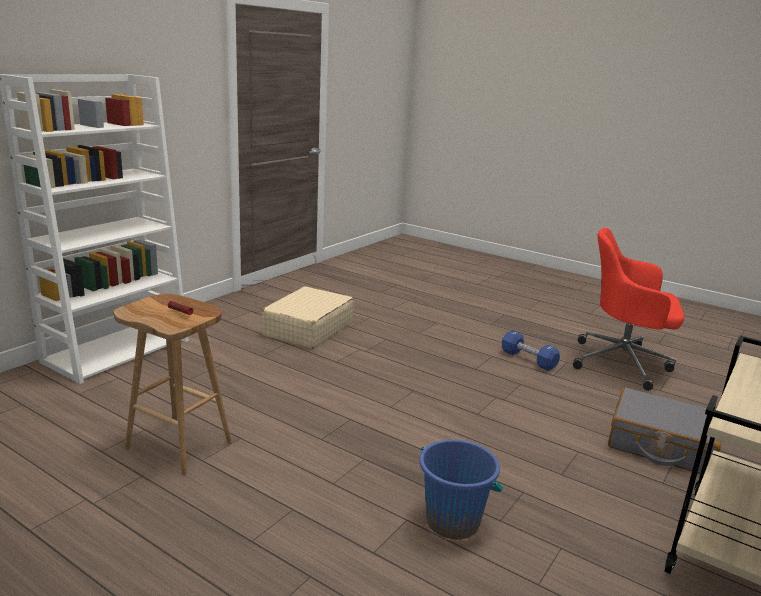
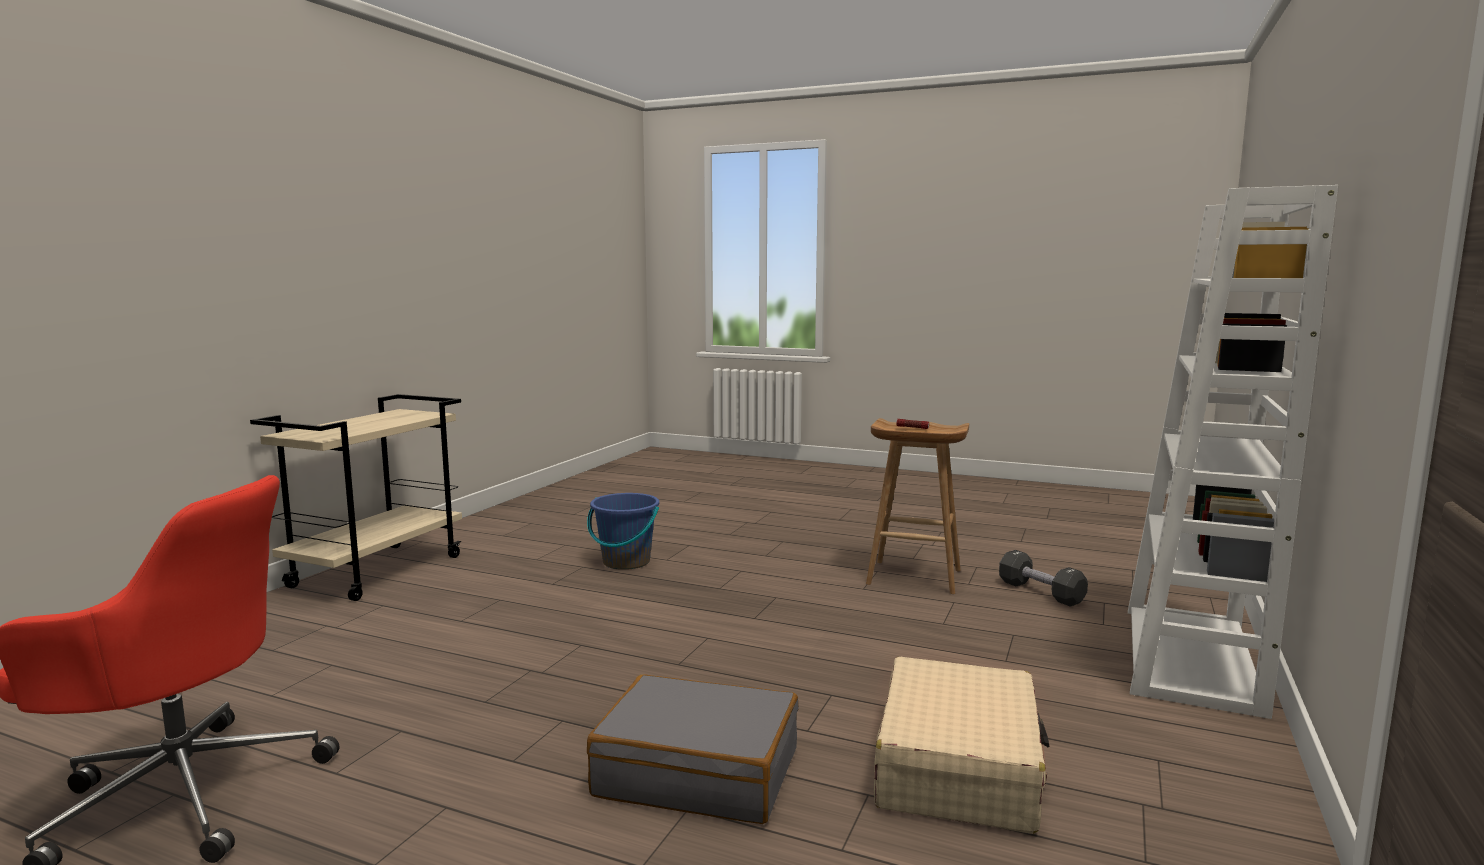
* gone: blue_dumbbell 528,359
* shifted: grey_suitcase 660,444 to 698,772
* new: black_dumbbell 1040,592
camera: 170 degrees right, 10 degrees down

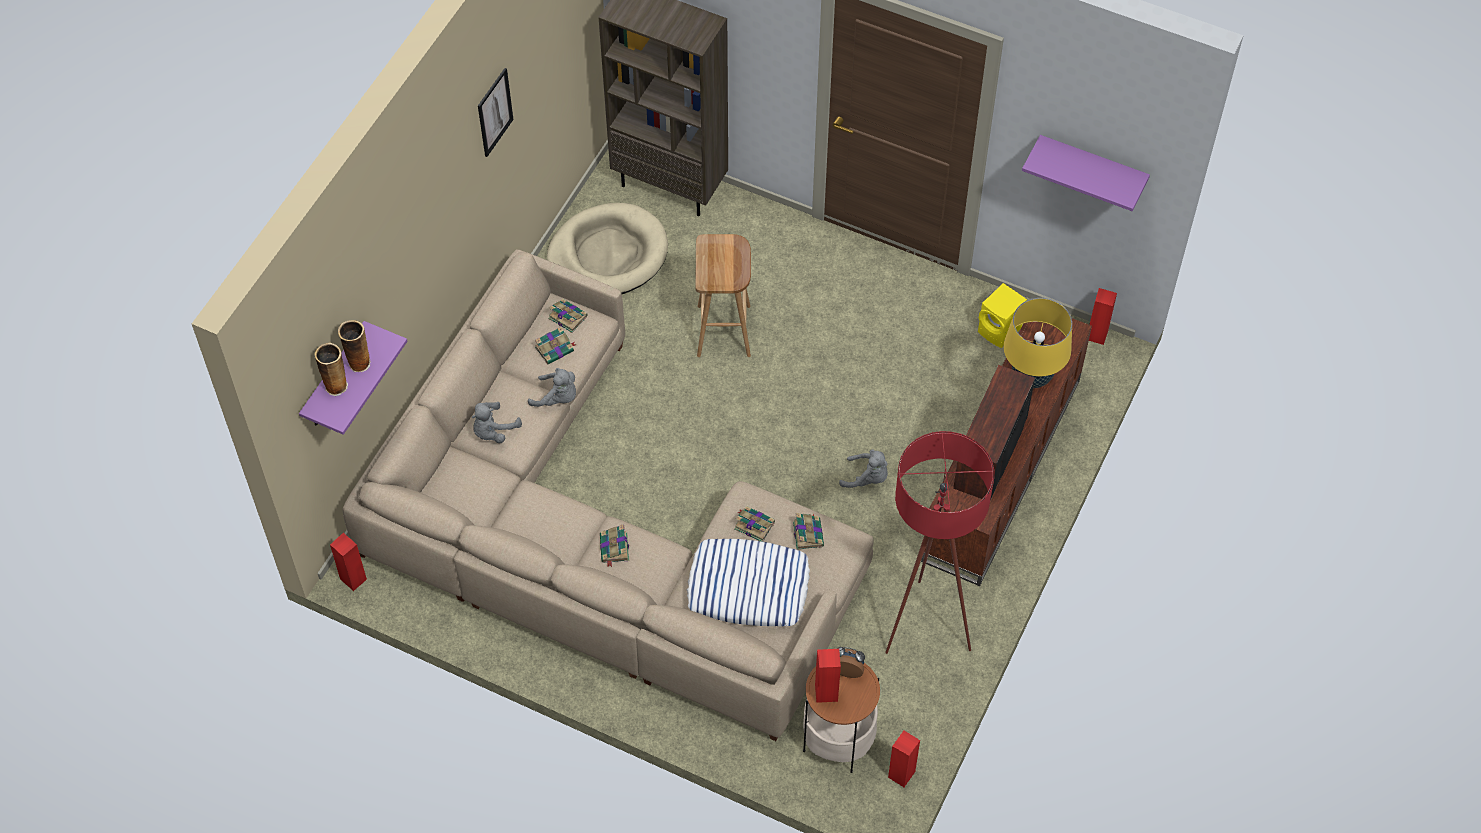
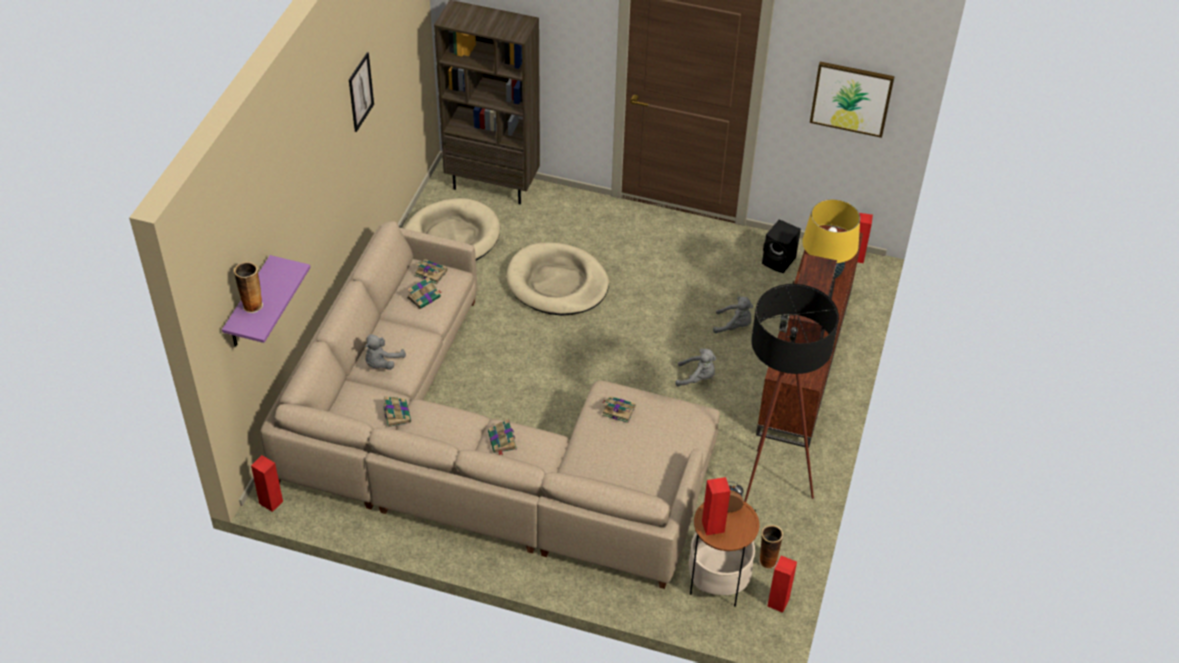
* swapped: purple_shelf 1092,168 to picture 851,98
* swapped: brown_stool 724,331 to beige_dog_bed 557,283
* repainted: yellow_speaker 1000,331 to black_speaker 779,261
* shifted: vase 358,363 to 767,561
* shifted: grey_plush_toy 557,398 to 734,325
* repainted: red_floor_lamp 924,618 to black_floor_lamp 769,477
* shifted: book 808,533 to 396,414
* gone: pillow 748,588
camera: 10 degrees left, 10 degrees down

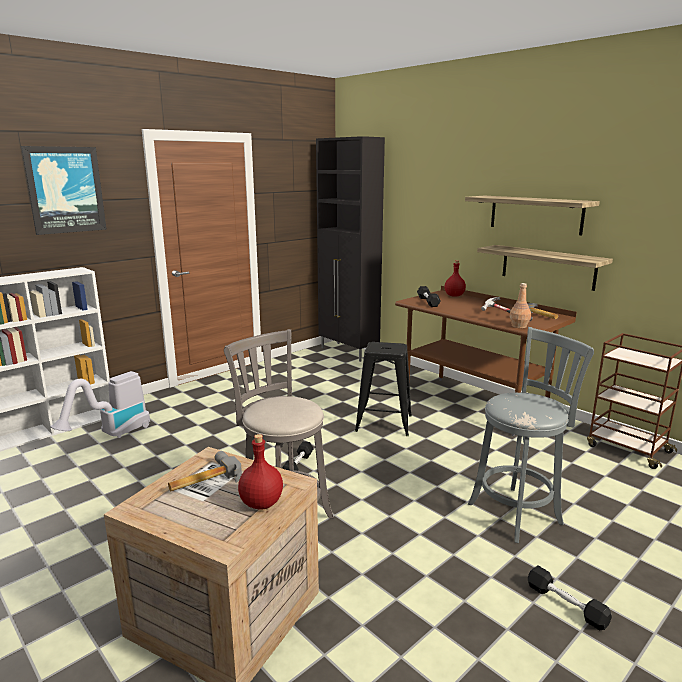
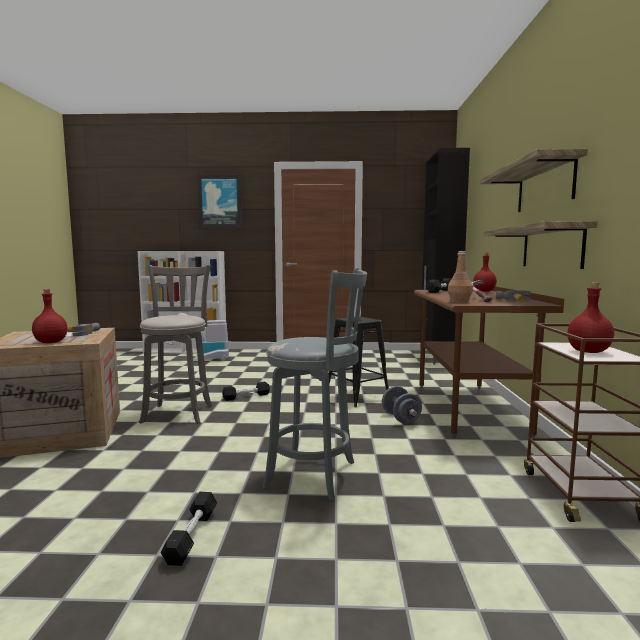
* new: red_bottle 589,352
* new: grey_dumbbell 401,418
camera: 45 degrees right, 10 degrees down

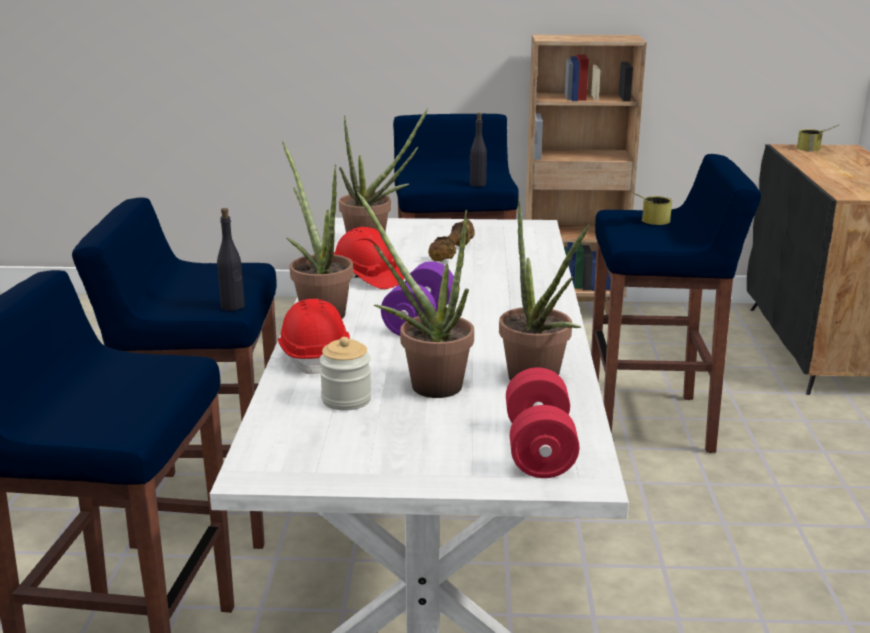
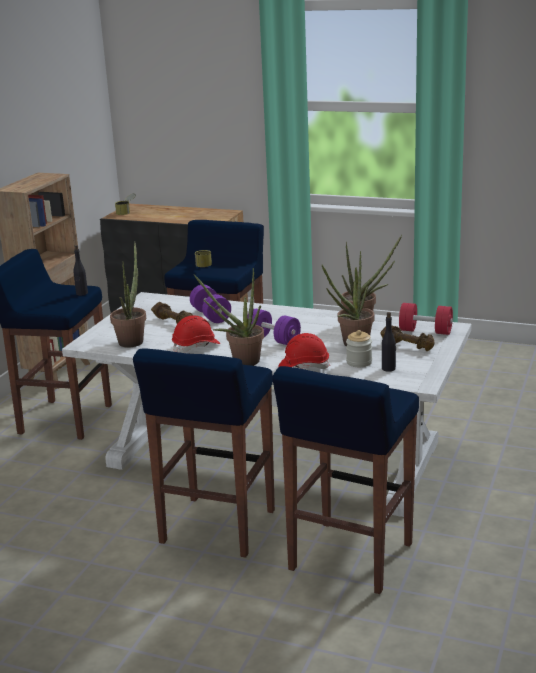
* shifted: black_bottle 233,306 to 388,368
* new: purple_dumbbell 211,315
* new: brown_dumbbell 408,346
camera: 70 degrees left, 0 degrees up

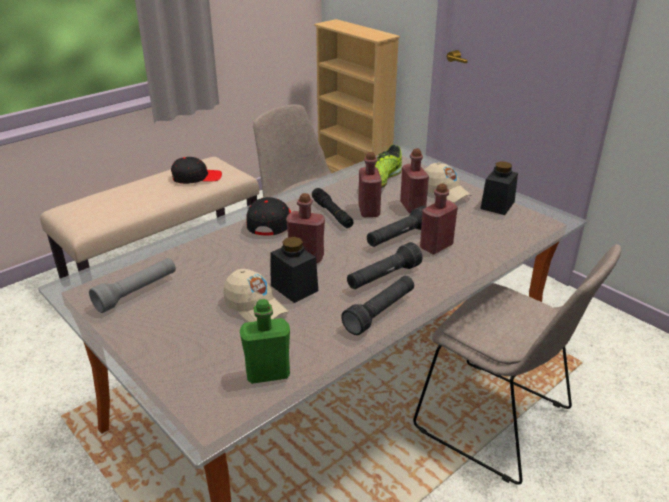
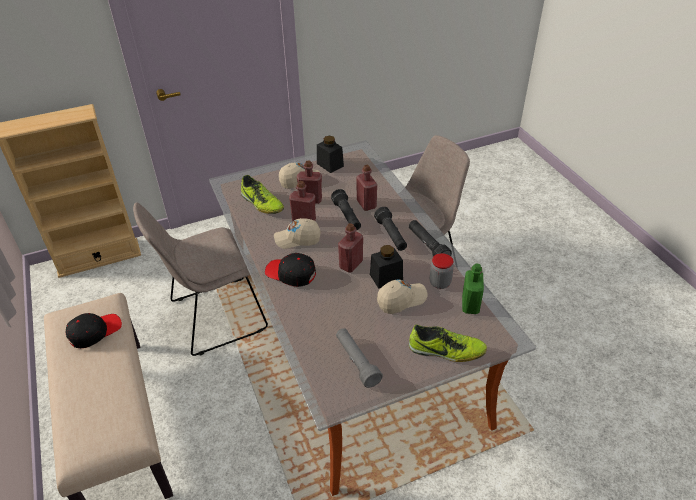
* rotated: black_cap 196,177 = 95,332 45 degrees clockwise
* swapped: black_flashlight 332,214 to beige_cap 297,239
* new: jar 440,283
* new: shoe 446,351
camera: 70 degrees left, 10 degrees up

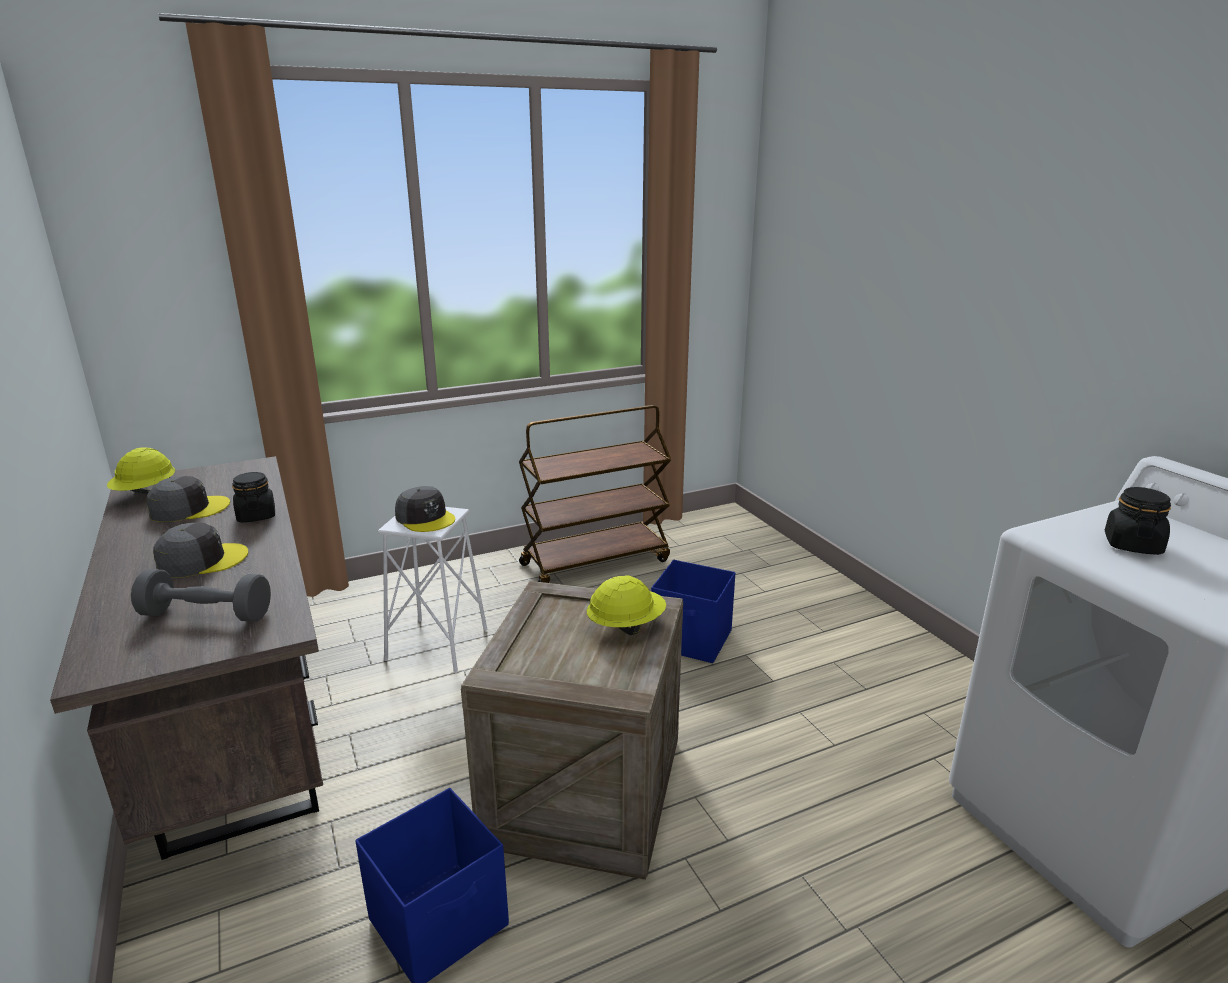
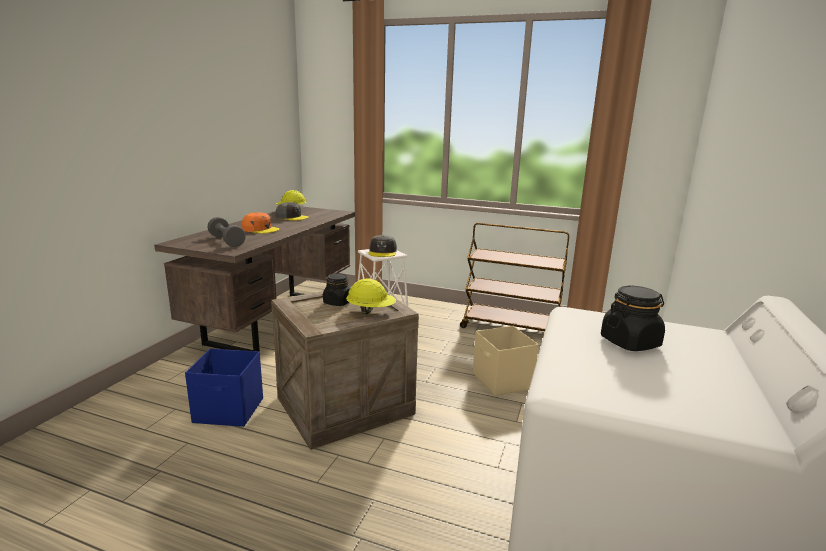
* shifted: black_jar 256,516 to 338,302
* repainted: grey_cap 201,560 to orange_cap 260,229
* repainted: blue_storage_box 692,640 to beige_storage_box 502,381
camera: 45 degrees right, 5 degrees down

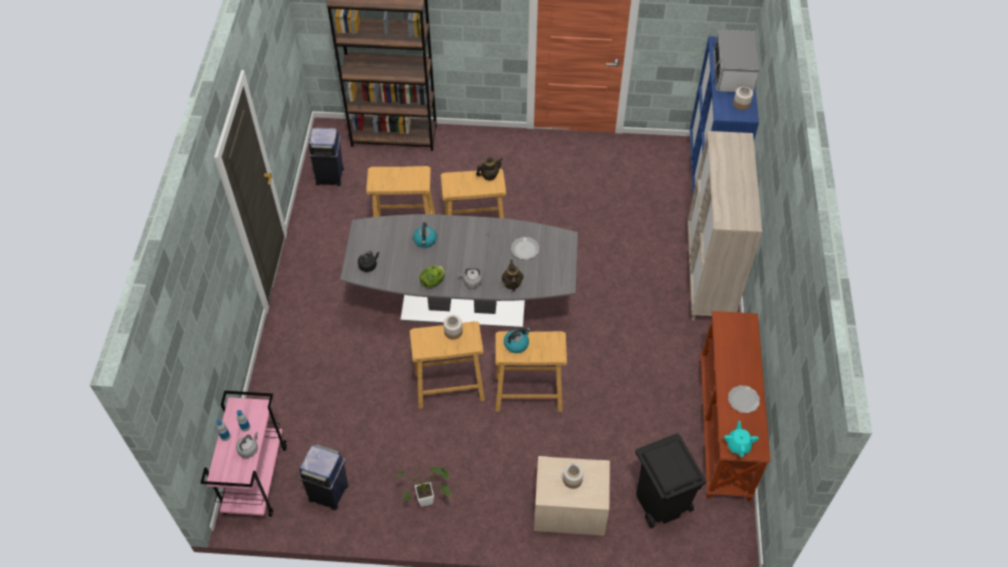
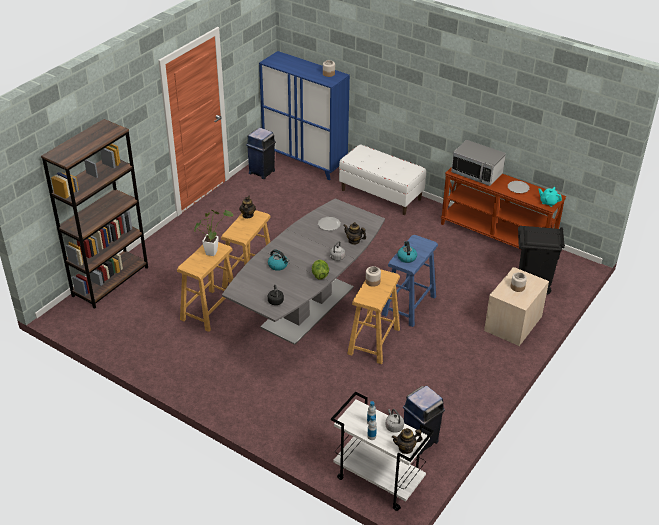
* shifted: microwave 733,74 to 477,173
* shifted: blue_trash_can 330,176 to 262,172
* swapped: beige_cabinet 708,276 to white_bench 381,194
* repainted: beige_stool 528,392 to blue_stool 409,306
* repainted: pink_cart 255,478 to white_cart 377,480
* shifted: potted_plant 429,500 to 212,251
* new: teapot 406,448
camera: 60 degrees left, 15 degrees down

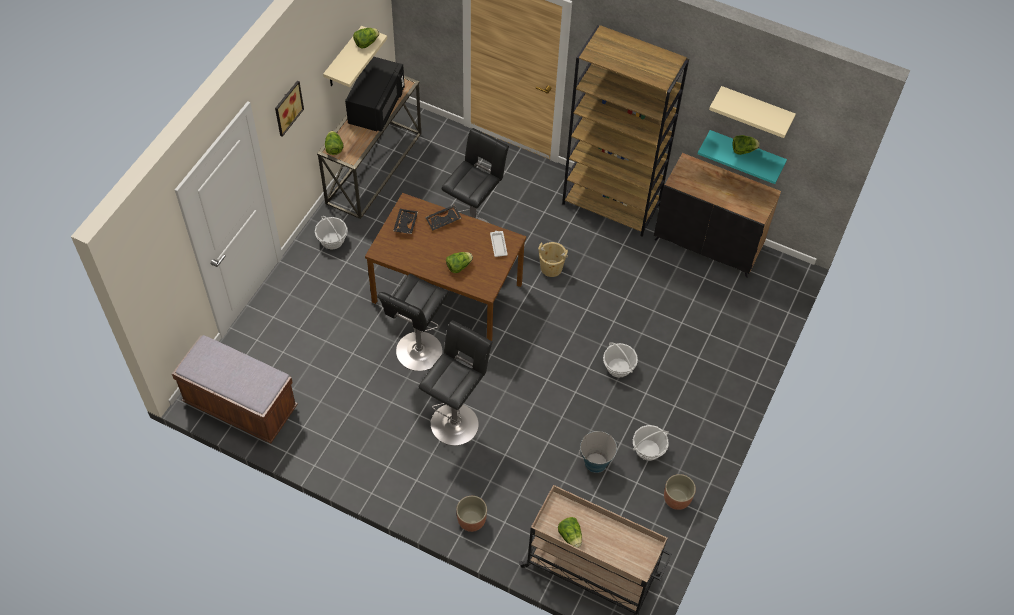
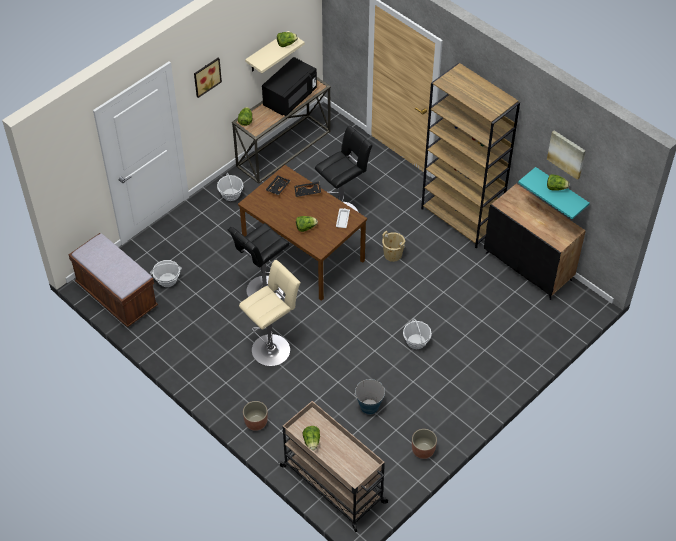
* swapped: beige_shelf 755,109 to picture 567,154
* repainted: black_stool 456,421 to beige_stool 273,348
* shifted: basket 648,450 to 167,280
camera: 20 degrees right, 5 degrees down

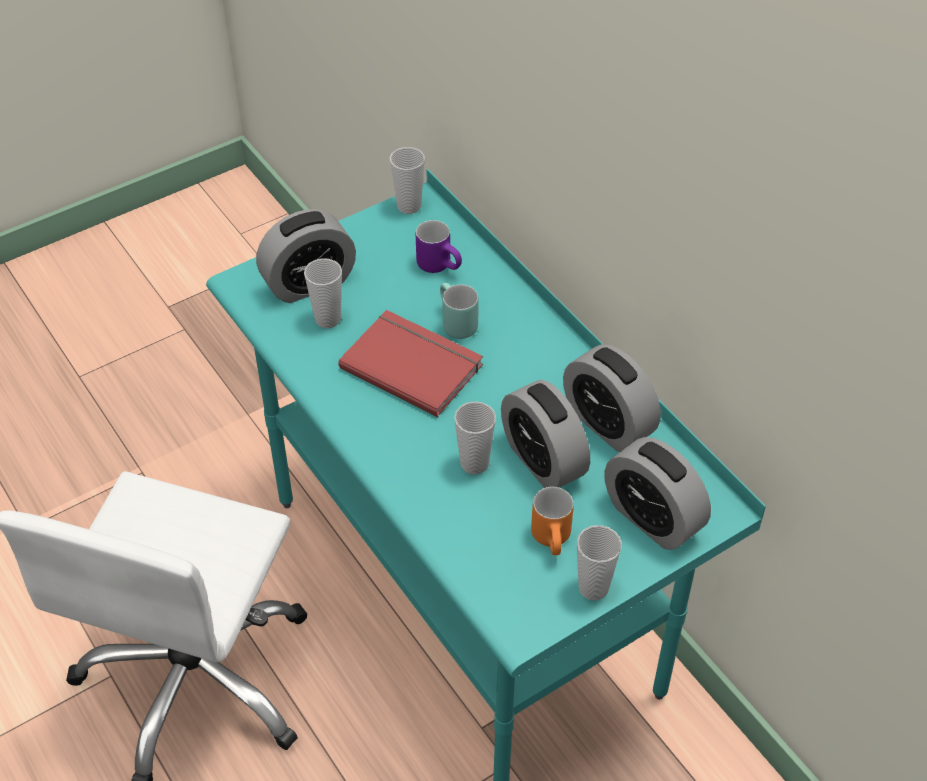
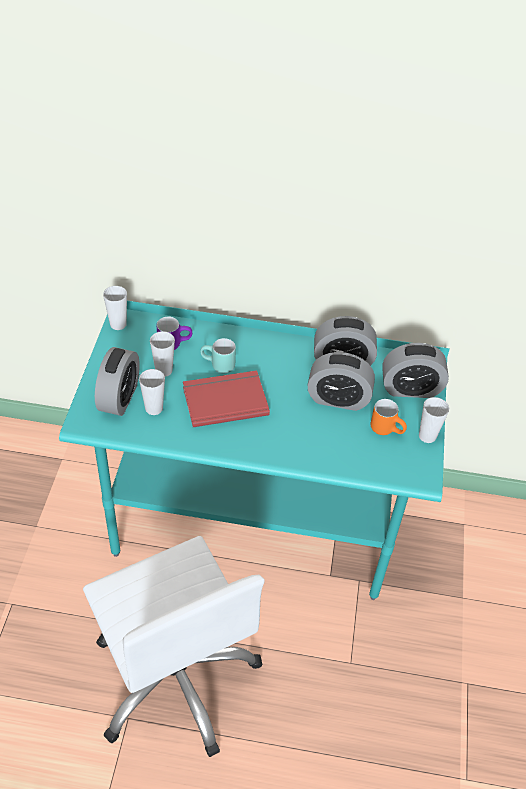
* shifted: cup 474,463 to 163,370
camera: 50 degrees left, 0 degrees up

